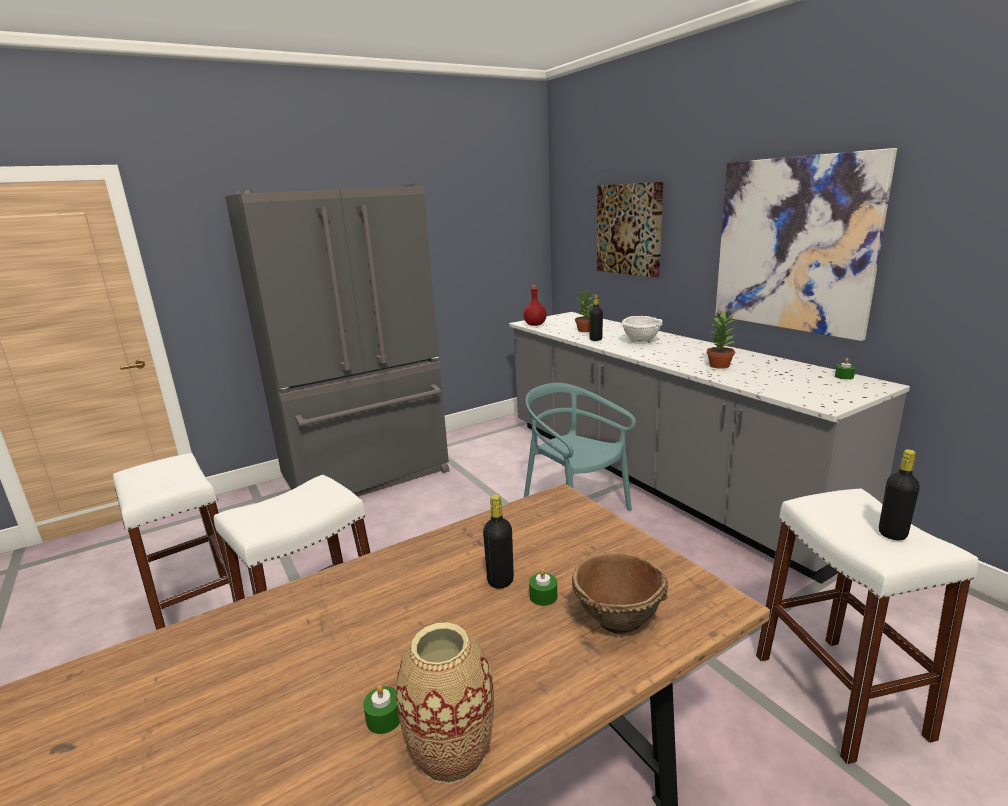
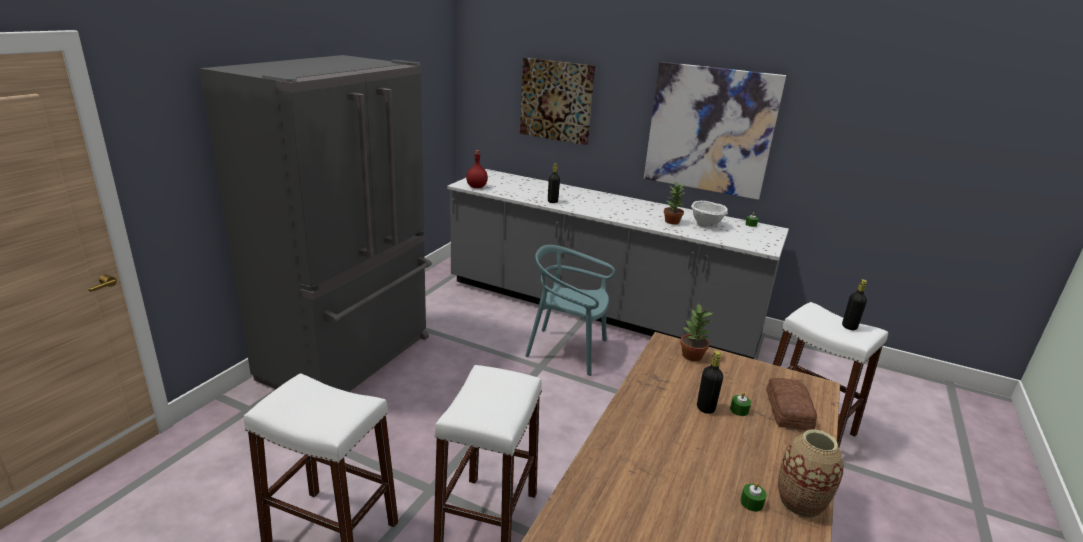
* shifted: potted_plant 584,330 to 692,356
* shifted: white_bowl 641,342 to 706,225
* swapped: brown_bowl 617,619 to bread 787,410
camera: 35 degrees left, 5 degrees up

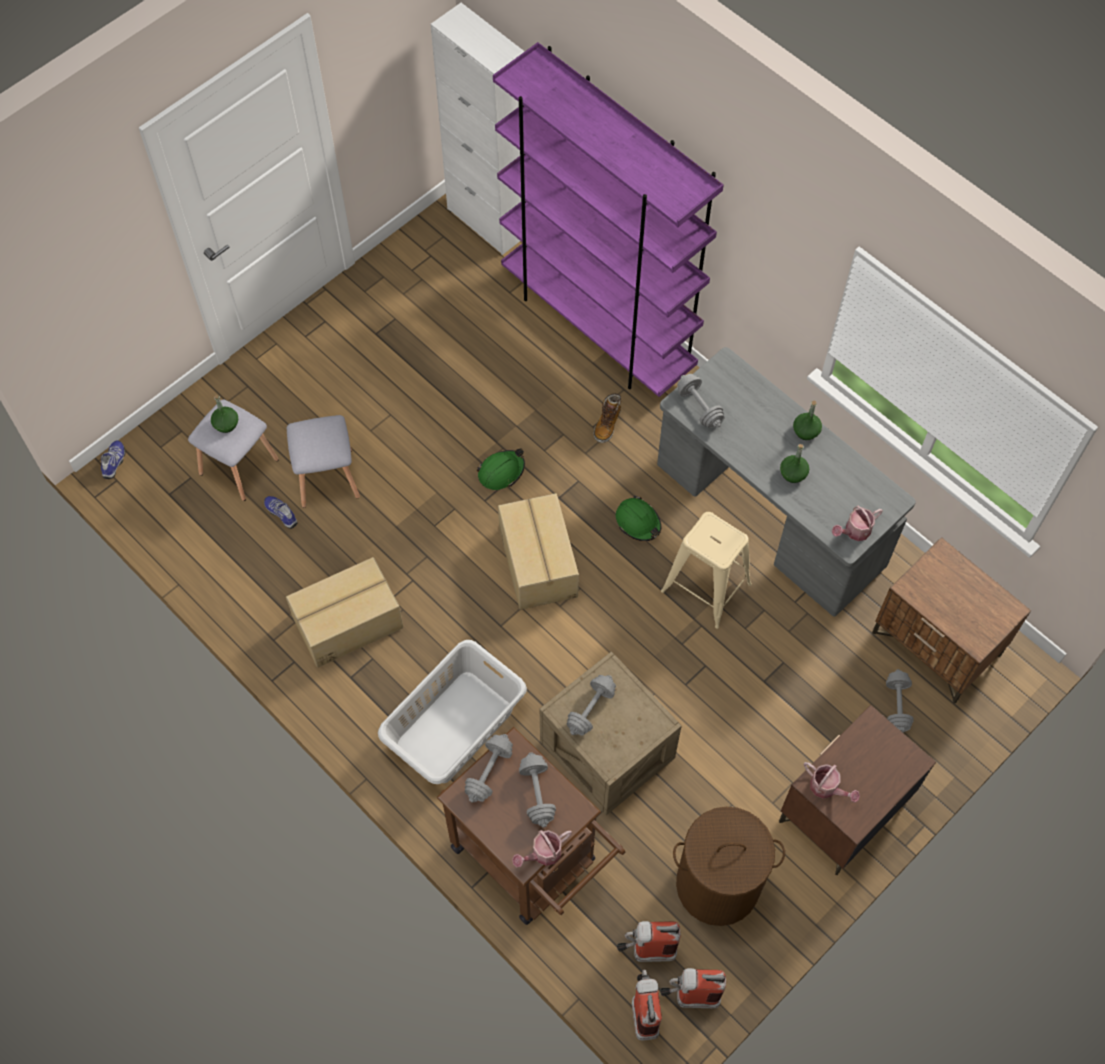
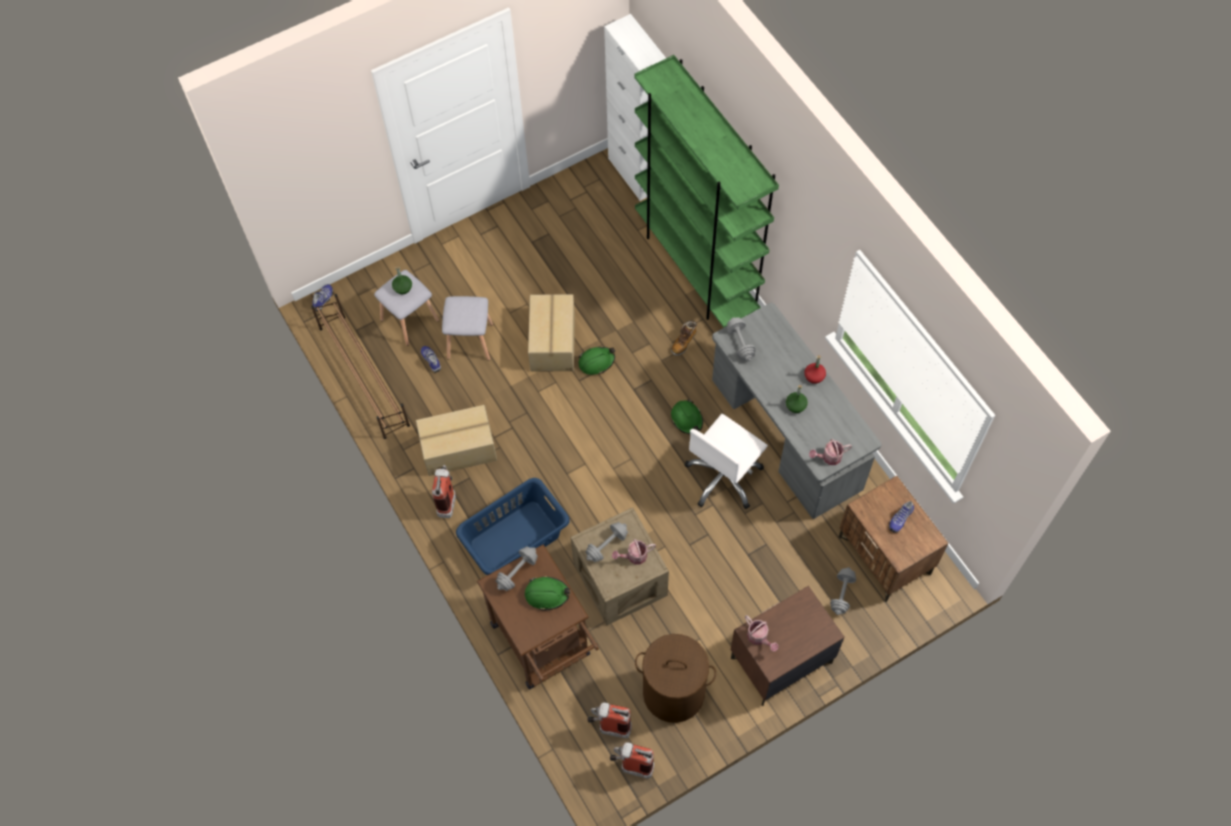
* repainted: purple_bookcase 598,326 to green_bookcase 696,268
* repainted: green_bottle 806,431 to red_bottle 814,376
* shifted: cardboard_box 539,562 to 553,342
* swapped: beige_stool 706,587 to white_office_chair 724,477
* repainted: grey_laundry_basket 454,727 to blue_laundry_basket 514,539
* swapped: grey_dumbbell 537,794 to green_hard_hat 547,594
* shifted: watering_can 543,854 to 634,556
* shifted: fire_extinguisher 643,1009 to 447,500
* new: brown_shoe_rack 364,375
* new: shoe 900,518
camera: 15 degrees right, 0 degrees up

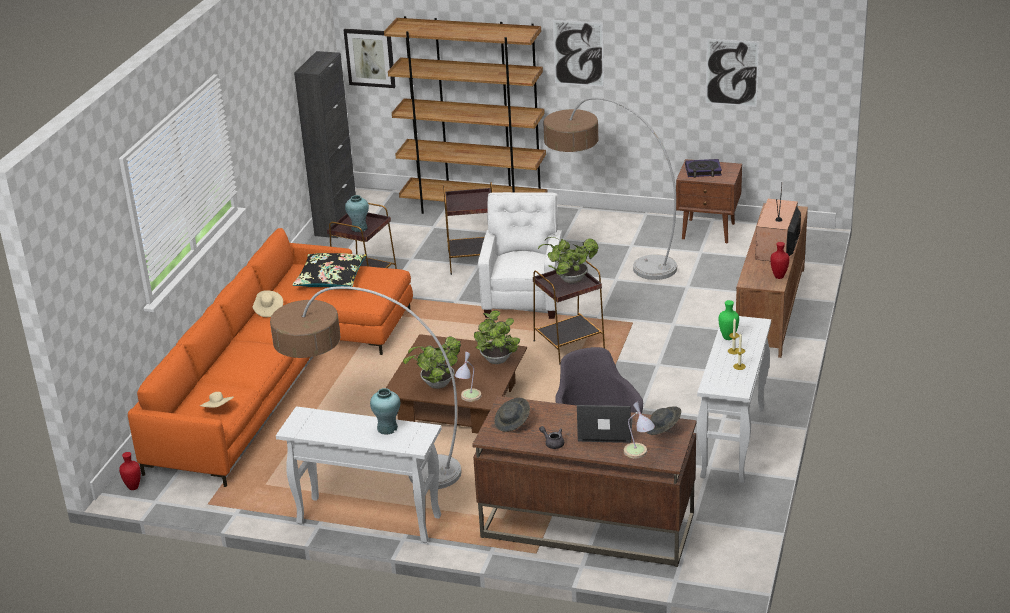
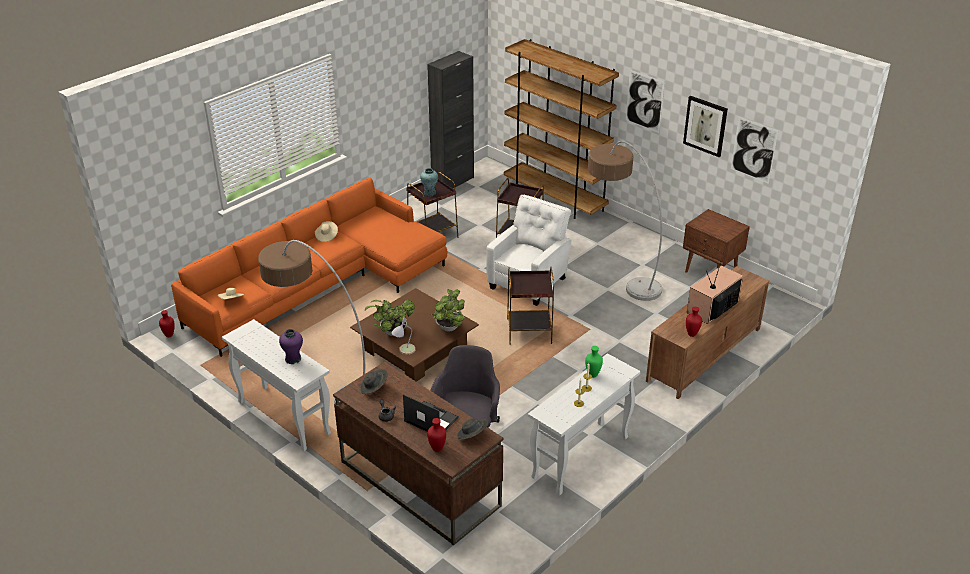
* shifted: picture 370,57 to 705,126
* gone: book 703,171
* gone: potted_plant 569,279
* gone: black_pillow 330,278
* repainted: turquoise_vase 387,428 to purple_vase 293,359
* swapped: table_lamp 639,453 to red_vase 437,449
camera: 25 degrees right, 5 degrees up

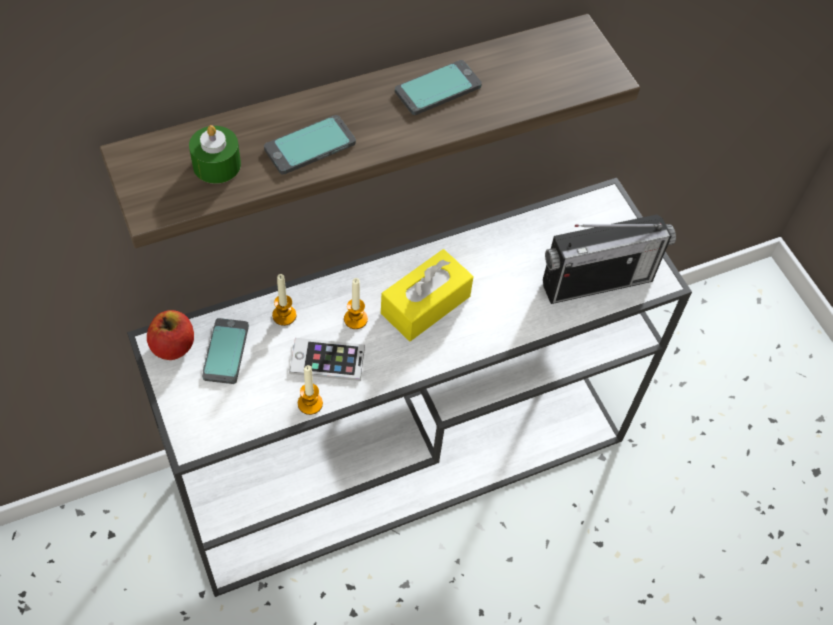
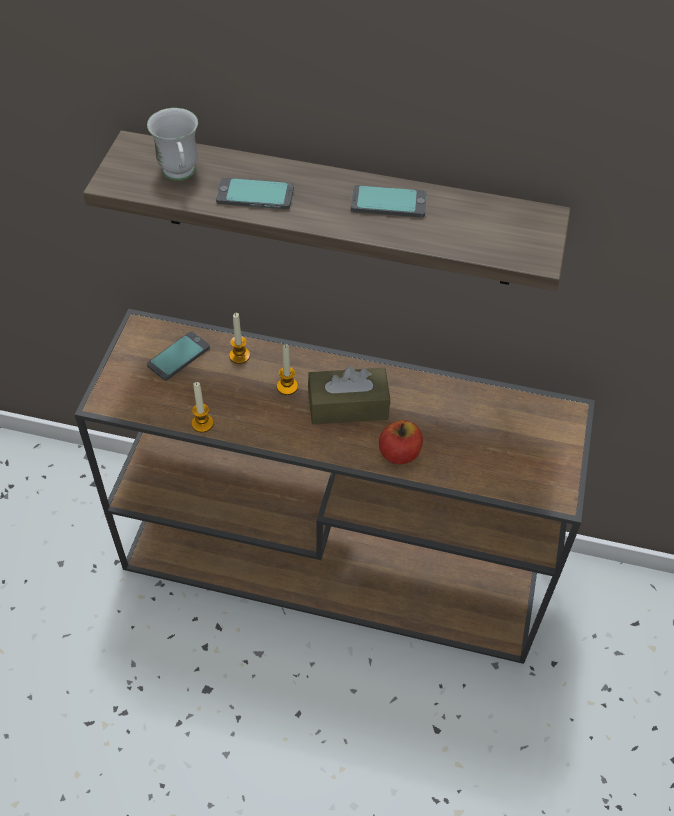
* swapped: green_candle 216,165 to white_mug 180,176
* repainted: white_console_table 406,456 to brown_console_table 337,562
* gone: radio 597,281
* repainted: yellow_tissue_box 425,304 to brown_tissue_box 348,406
* shifted: apple 173,346 to 399,453
* gone: phone 327,360
camera: 40 degrees right, 5 degrees down

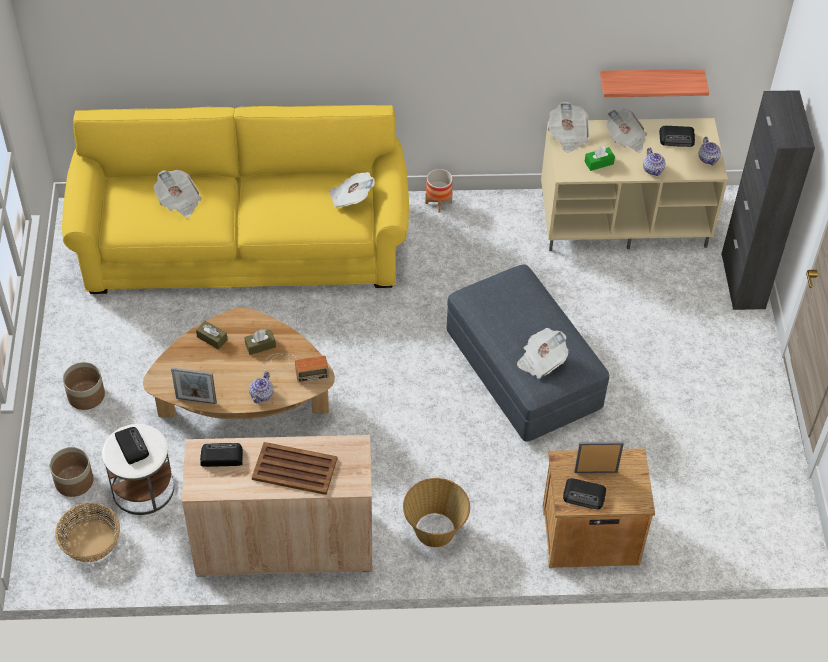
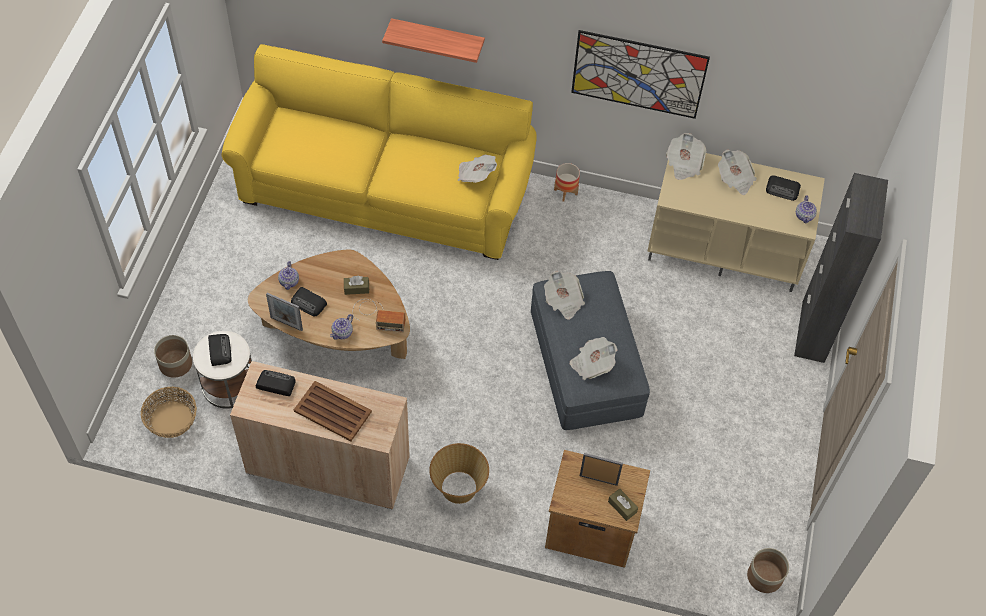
* shifted: shelf 650,82 to 437,39
* gone: green_tissue_box 599,163
* shifted: teapot 653,169 to 289,281
* shifted: newspaper 179,201 to 563,301
* shifted: brown_tissue_box 212,338 to 622,507
* shifted: planter 86,395 to 764,576
* shifted: radio 584,496 to 309,303
* new: picture 638,74
camera: 15 degrees right, 5 degrees up

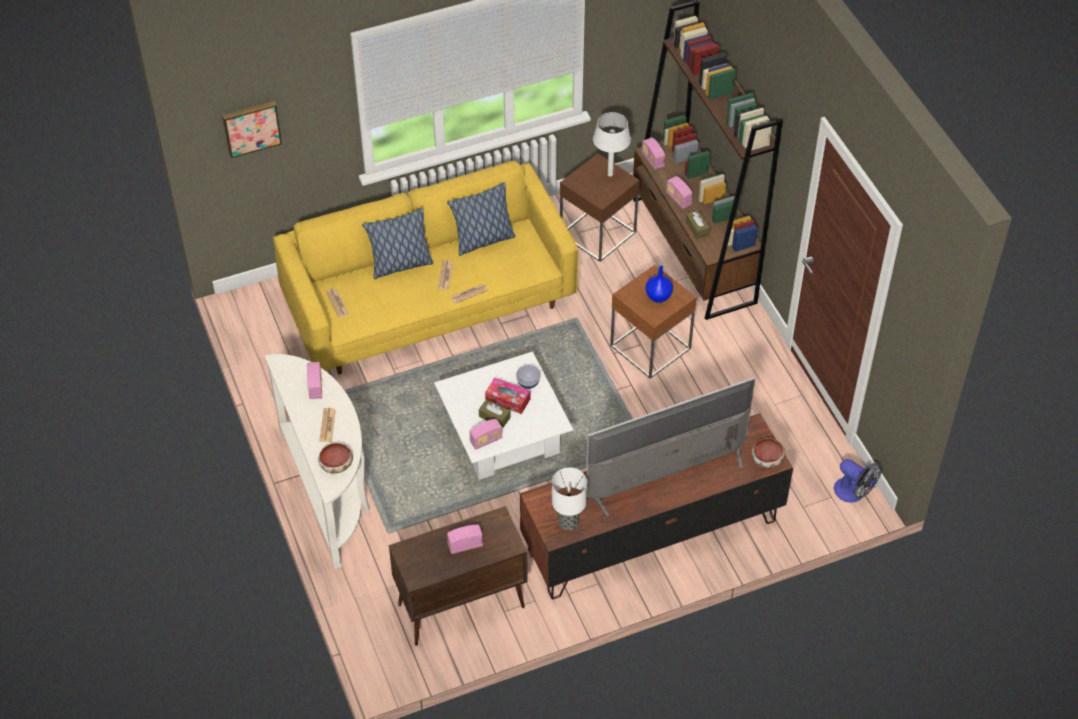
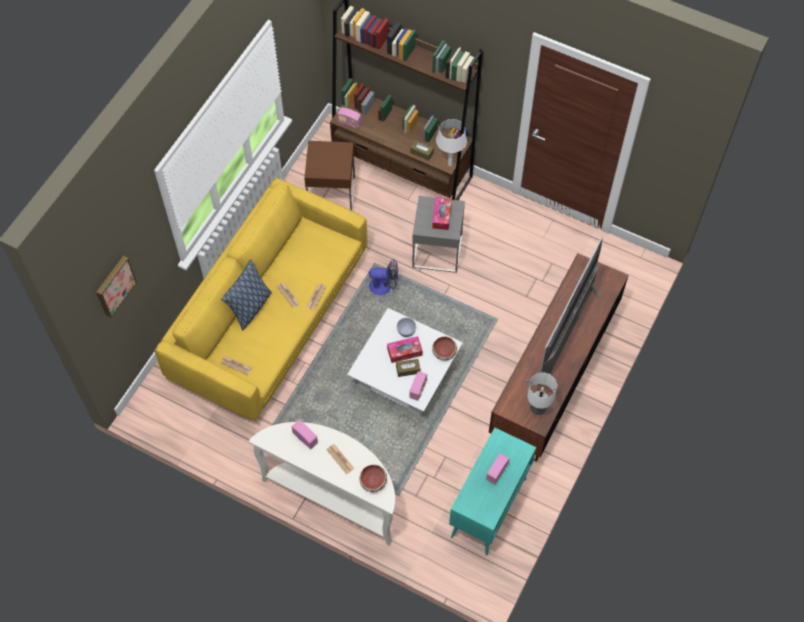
* shifted: white_table_lamp 610,174 to 450,164
* gone: radio 678,199
* gone: pillow 482,240
* repainted: brown_side_table 650,347 to grey_side_table 437,251
* swapped: blue_vase 658,296 to tissue_box 441,216
* shifted: bowl 767,460 to 444,352
* shifted: fan 854,493 to 384,286
* repainted: brown_cabinet 460,607 to turquoise_cabinet 488,509
camera: 40 degrees left, 10 degrees up

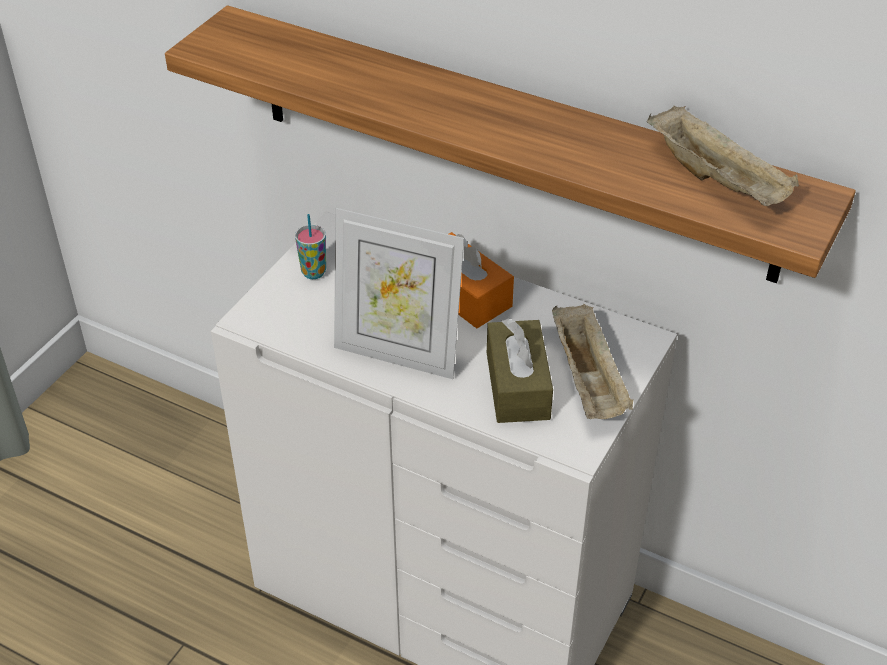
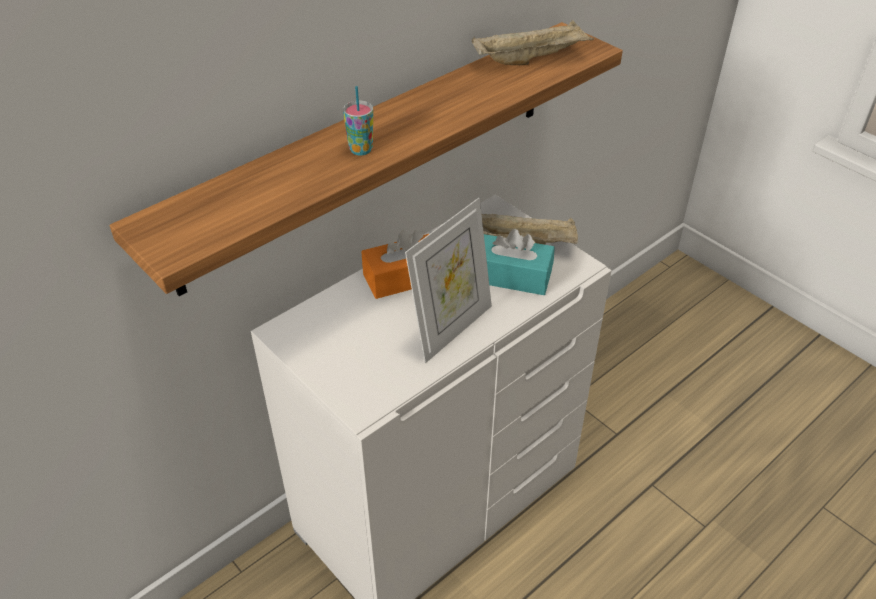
* shifted: cup 313,272 to 361,150
* repainted: brown_tissue_box 517,385 to turquoise_tissue_box 512,276
camera: 70 degrees left, 0 degrees up

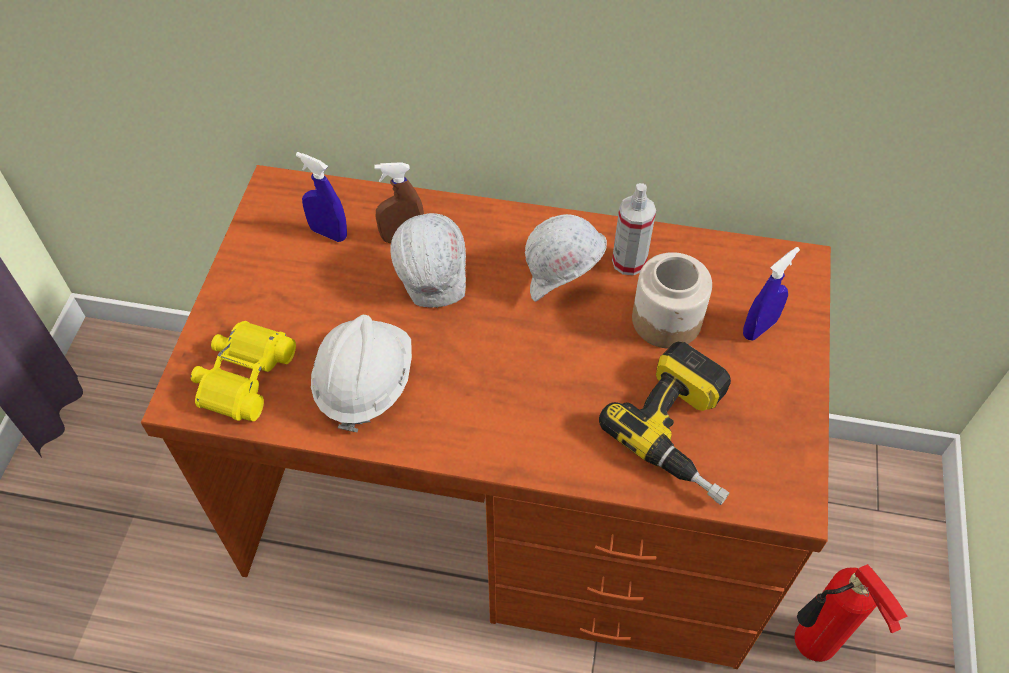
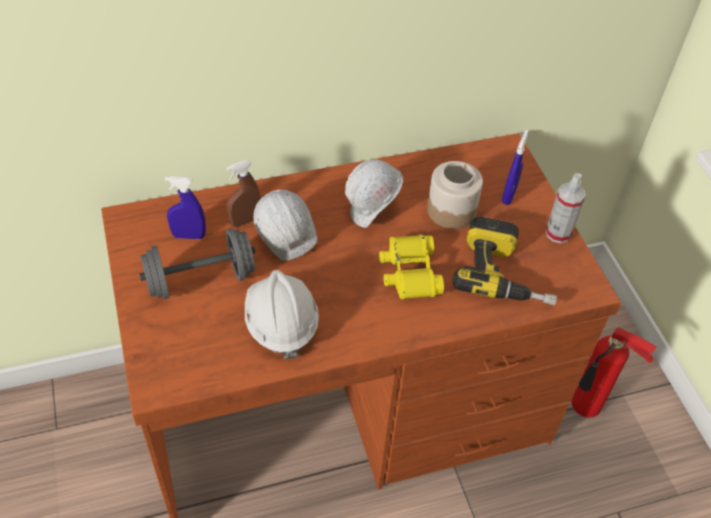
* shifted: spray_bottle 629,262 to 558,233
* shifted: yellow_binoculars 243,376 to 409,273
* new: grey_dumbbell 200,280
camera: 30 degrees left, 5 degrees down

